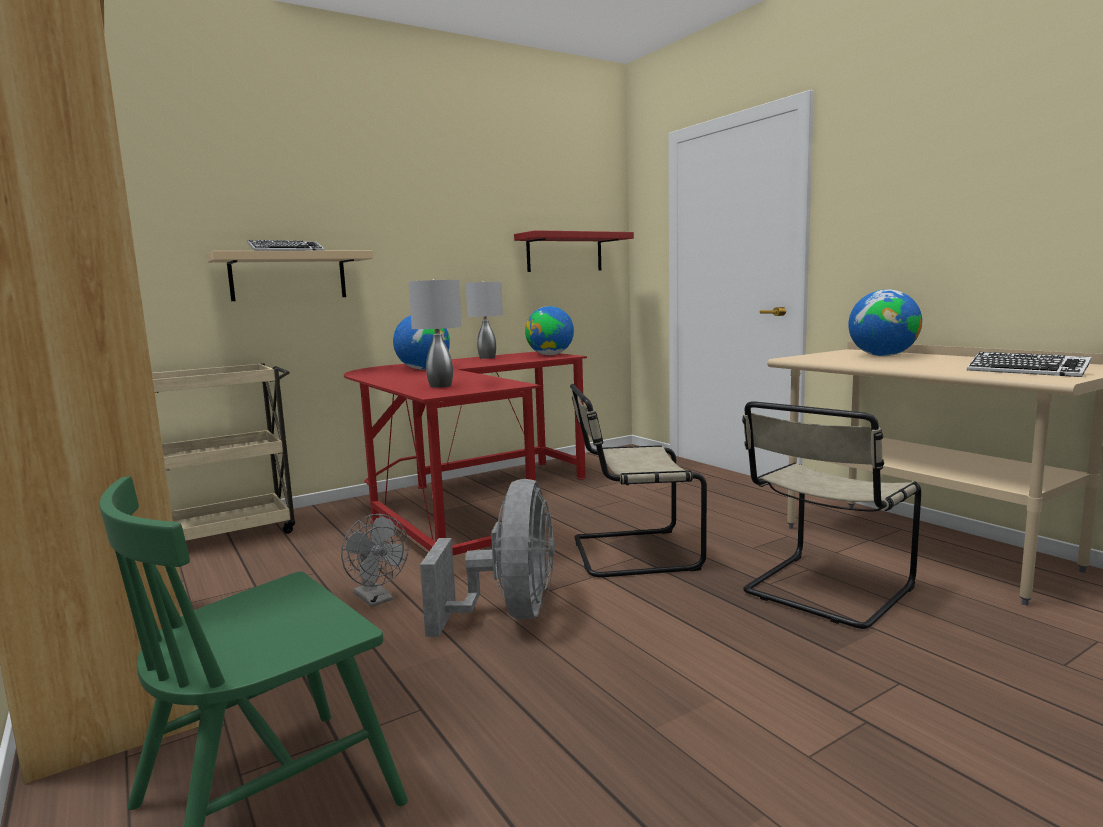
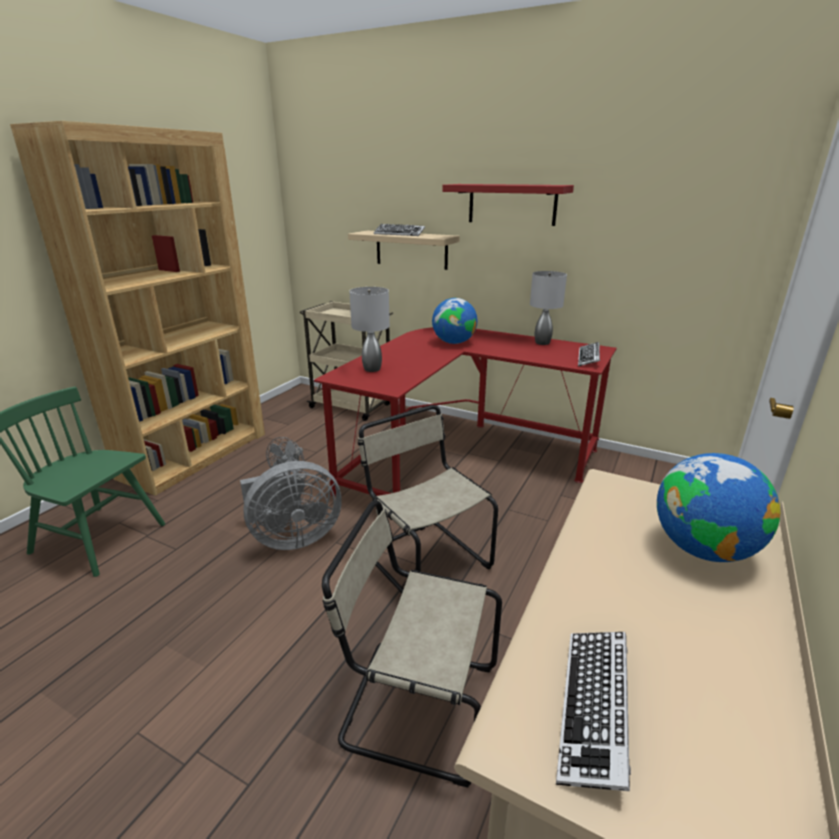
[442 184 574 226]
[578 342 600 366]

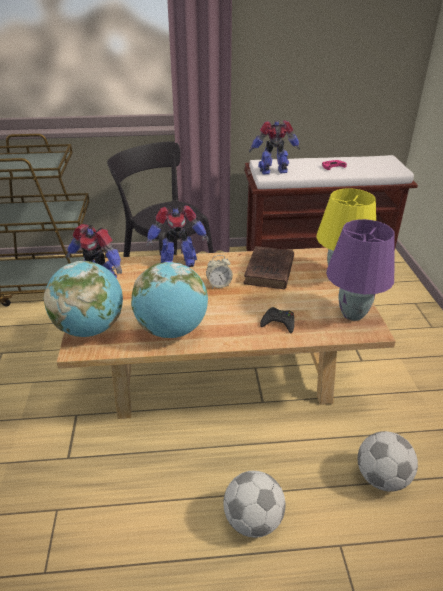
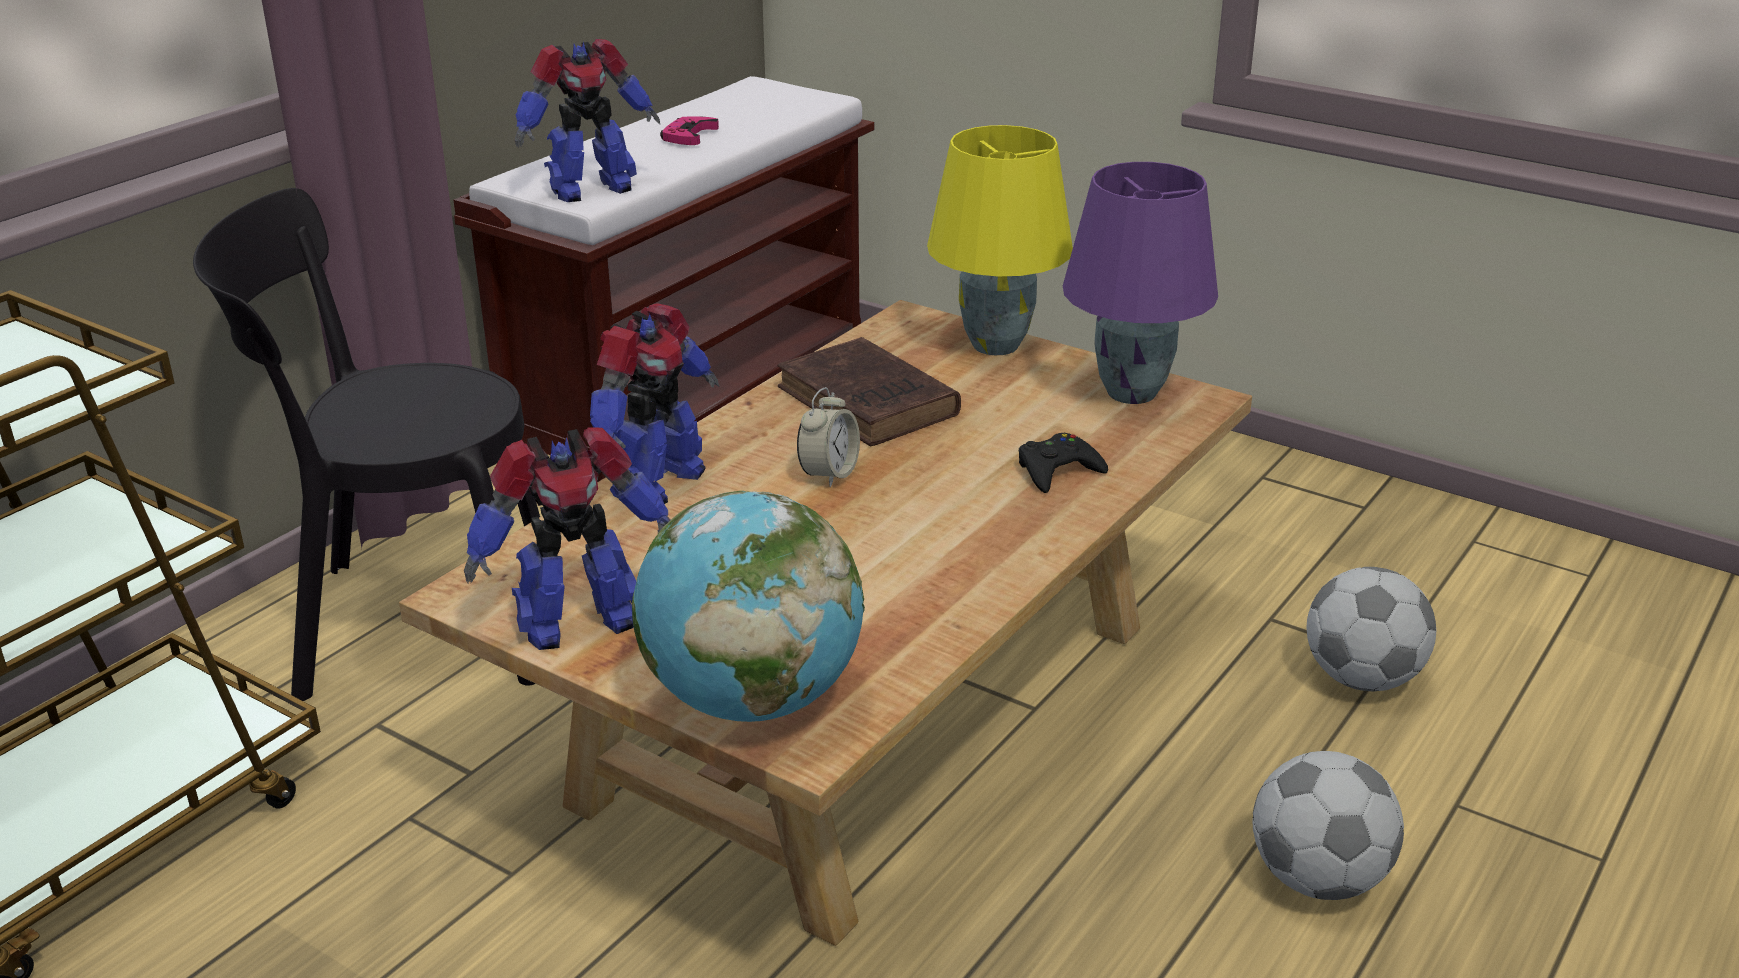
[131 262 208 338] (first image)
[515 39 660 202]

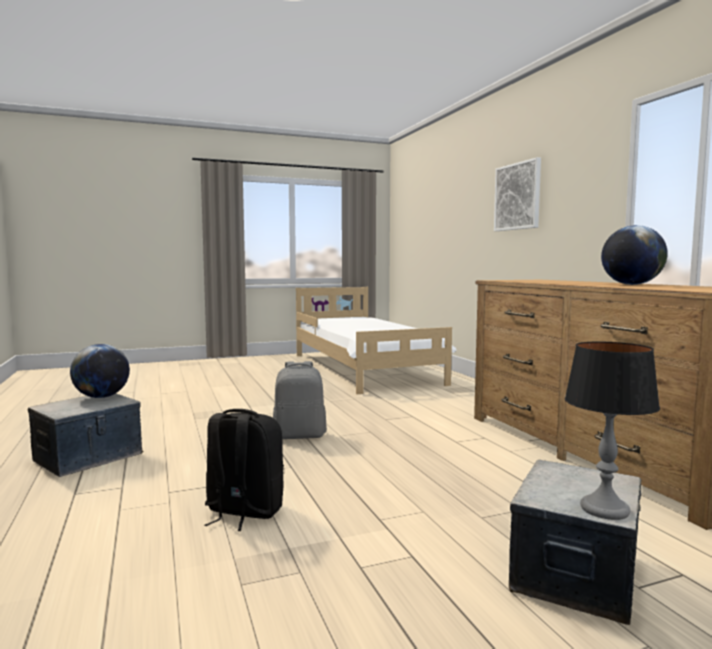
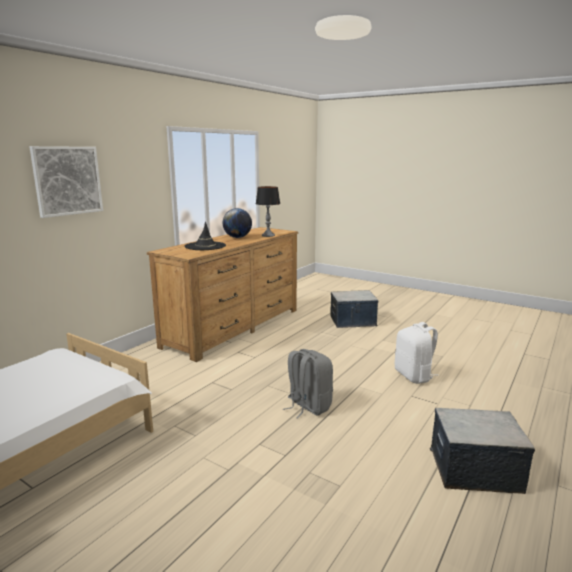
[70 344 130 398] (first image)
[395 322 438 384]
[256 186 280 237]
[185 222 226 250]

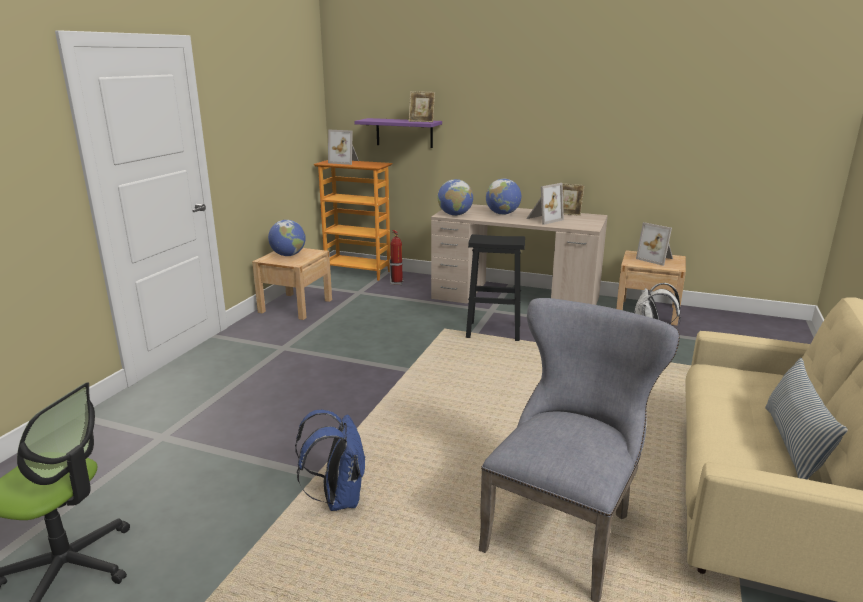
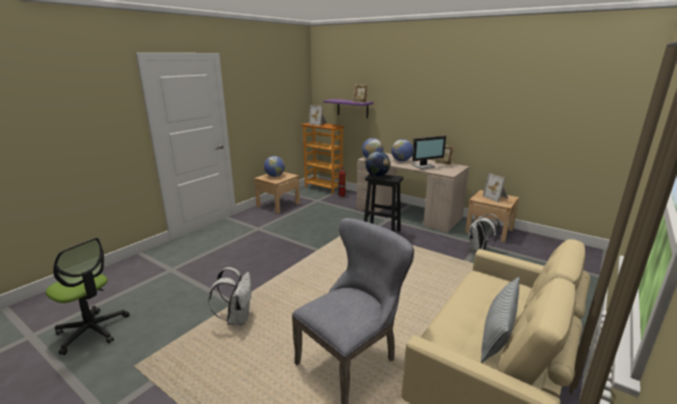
[208 267 252 326]
[412 136 446 169]
[365 151 391 177]

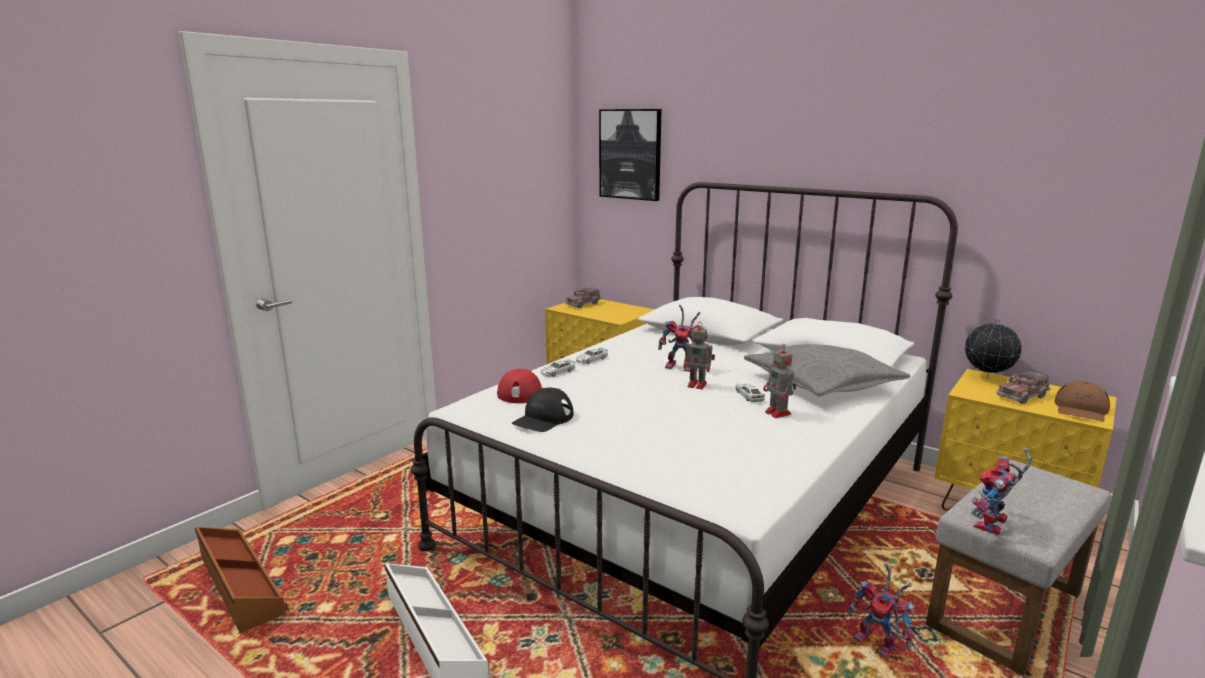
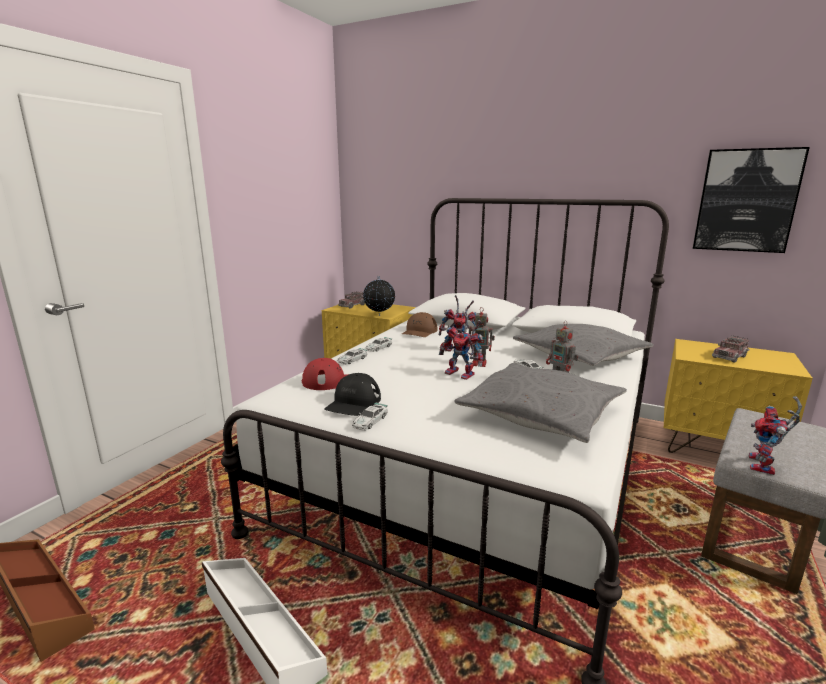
[693 147 810 253]
[439 312 484 380]
[363 276 395 316]
[402 312 437 337]
[352 402 388 431]
[454 363 627 443]

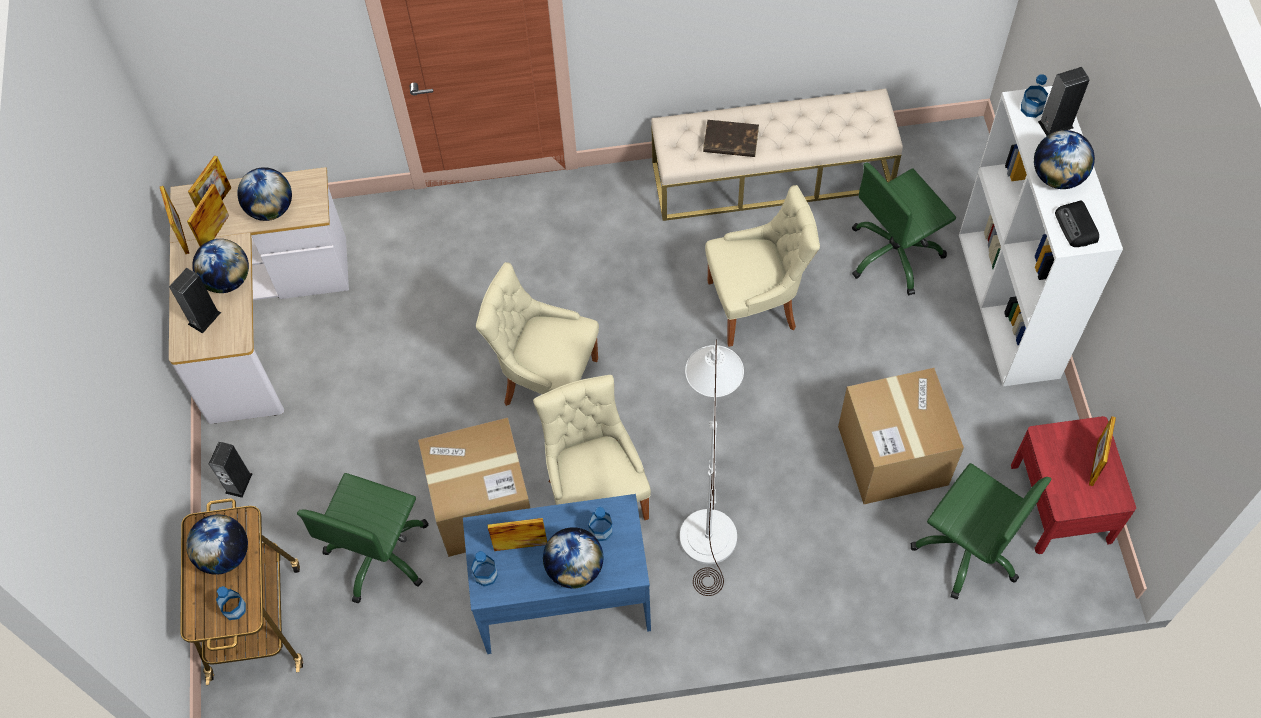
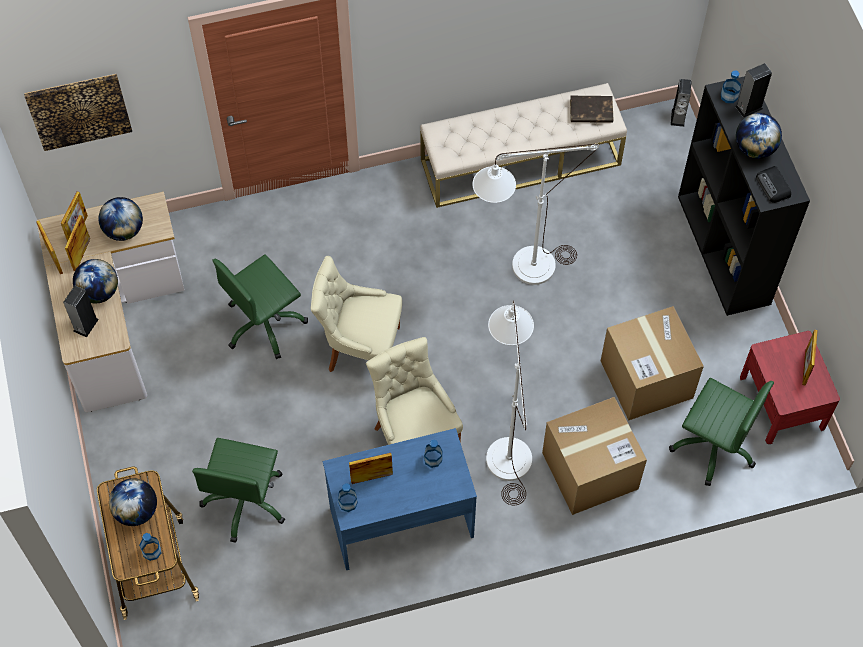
[671 79 692 127]
[542 397 647 515]
[543 527 603 589] (first image)
[570 96 613 123]
[473 144 599 285]
[212 254 308 359]
[678 76 810 316]
[24 73 132 151]

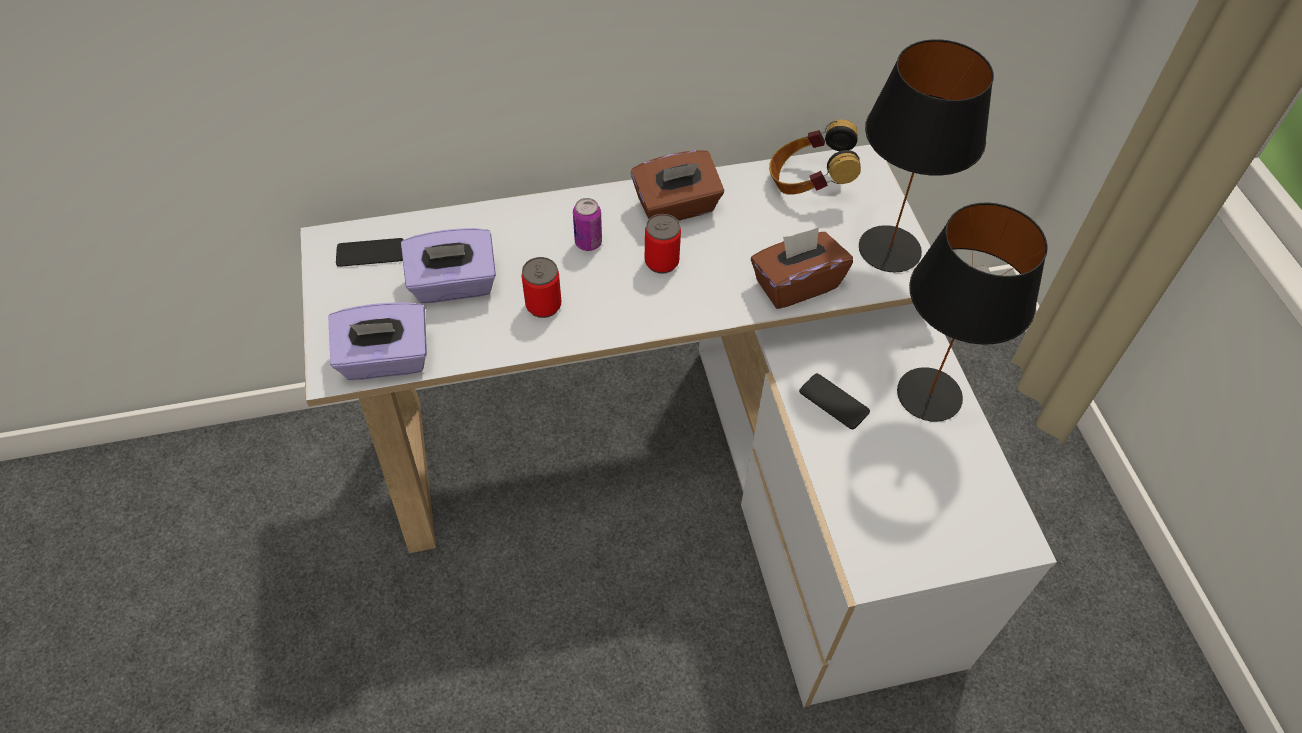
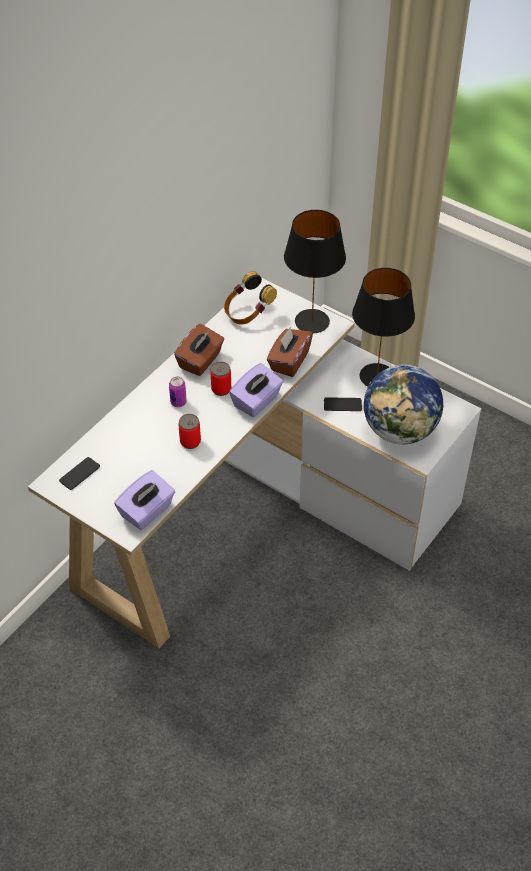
[229 363 283 417]
[364 364 443 444]

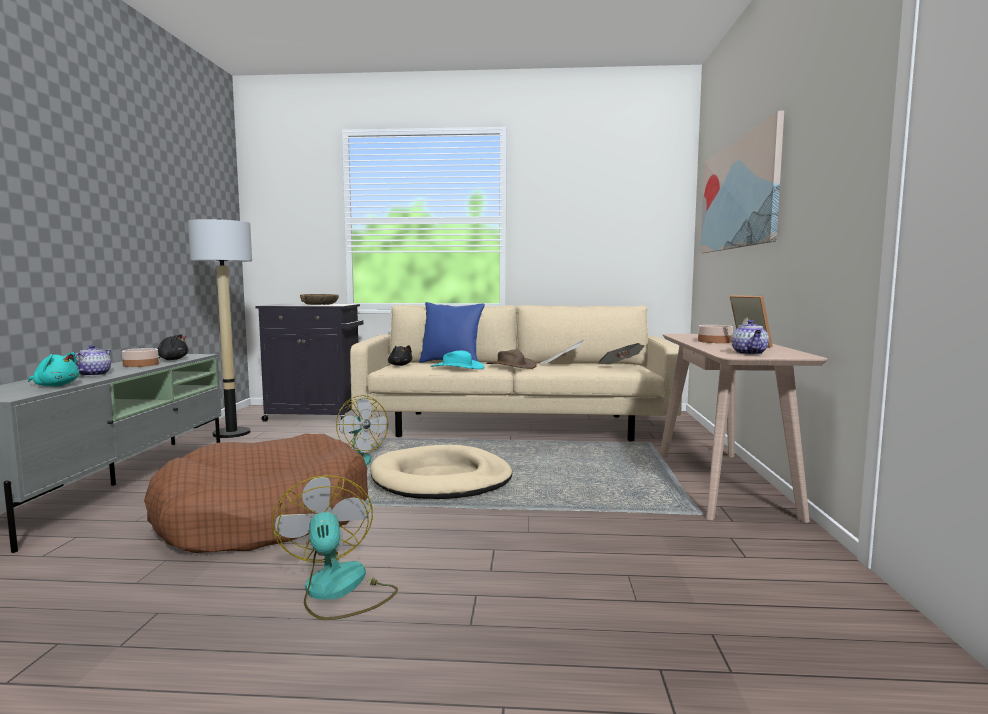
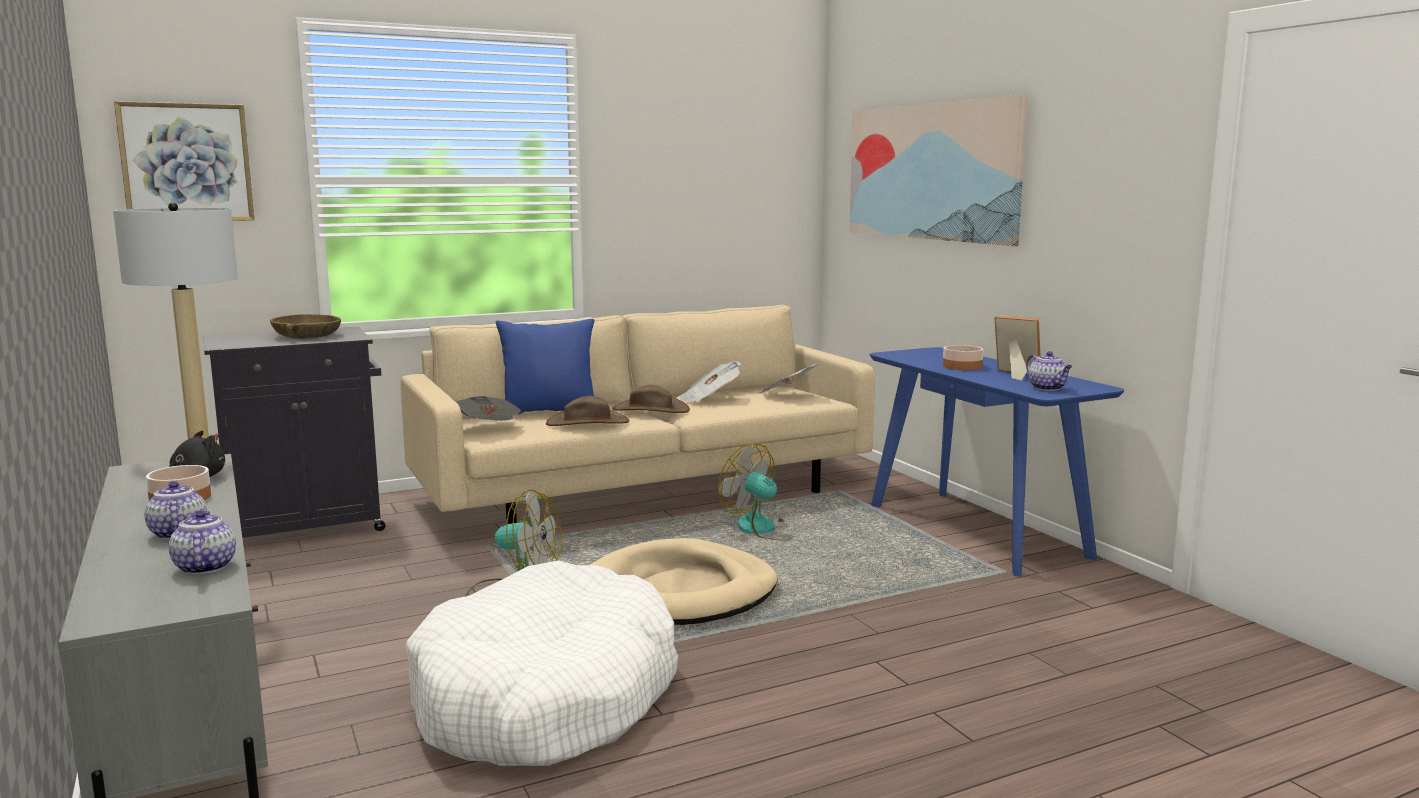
[169 511 236 574]
[406 560 678 766]
[718 444 801 540]
[455 396 522 421]
[546 396 629 426]
[870 347 1124 576]
[114 101 254 221]

